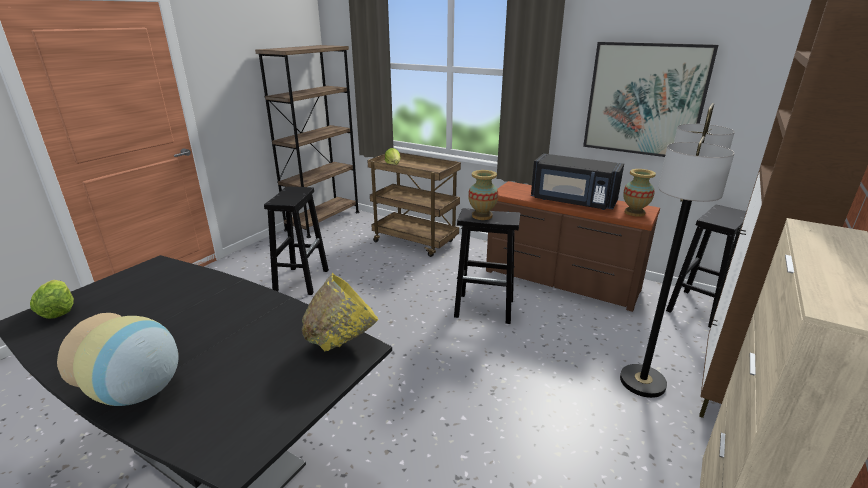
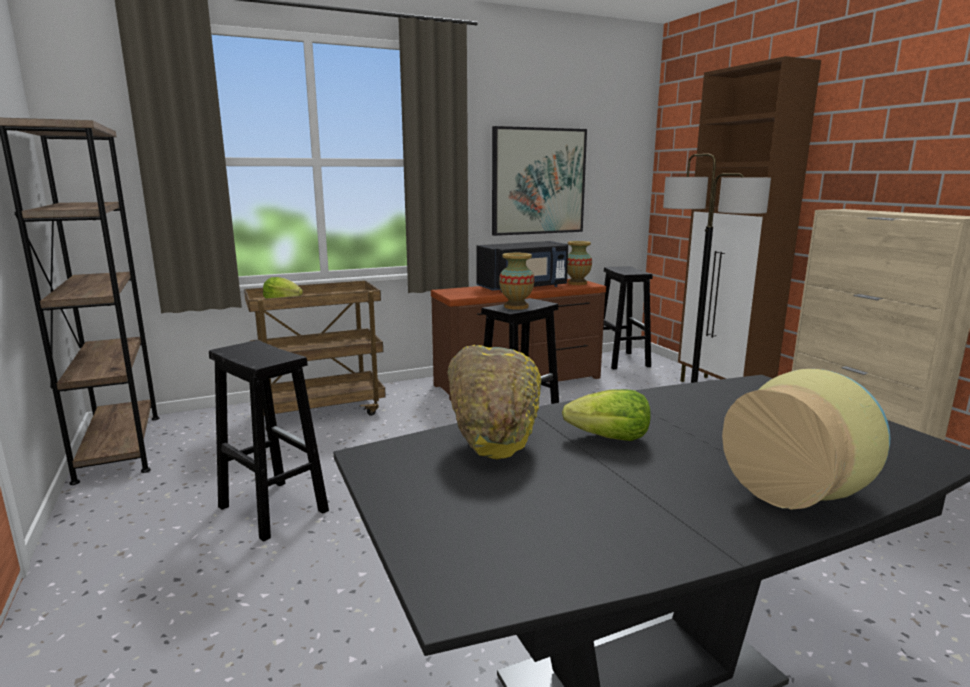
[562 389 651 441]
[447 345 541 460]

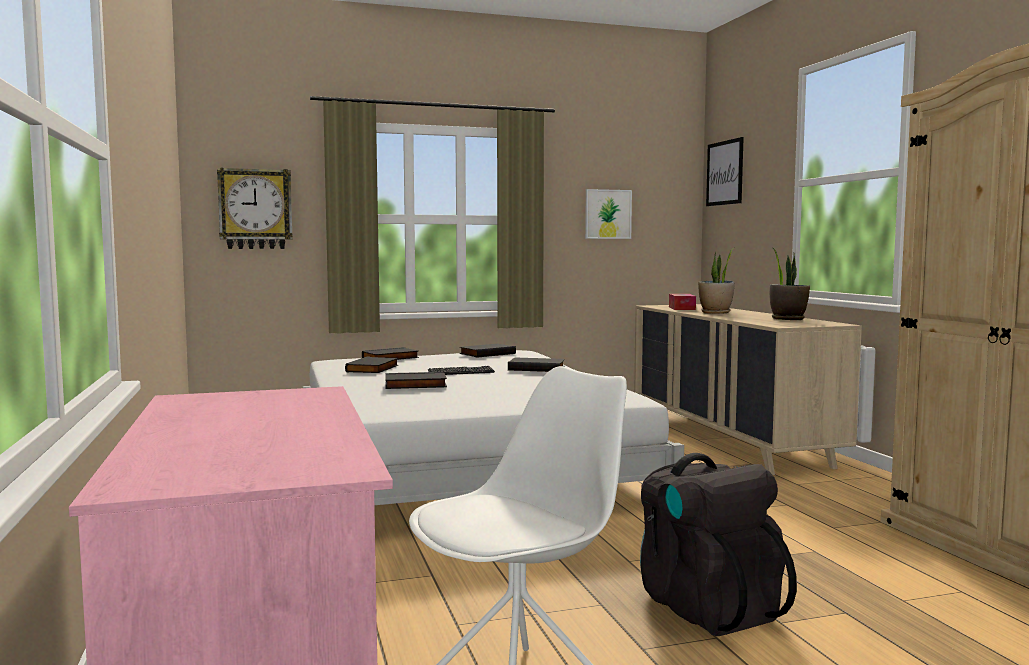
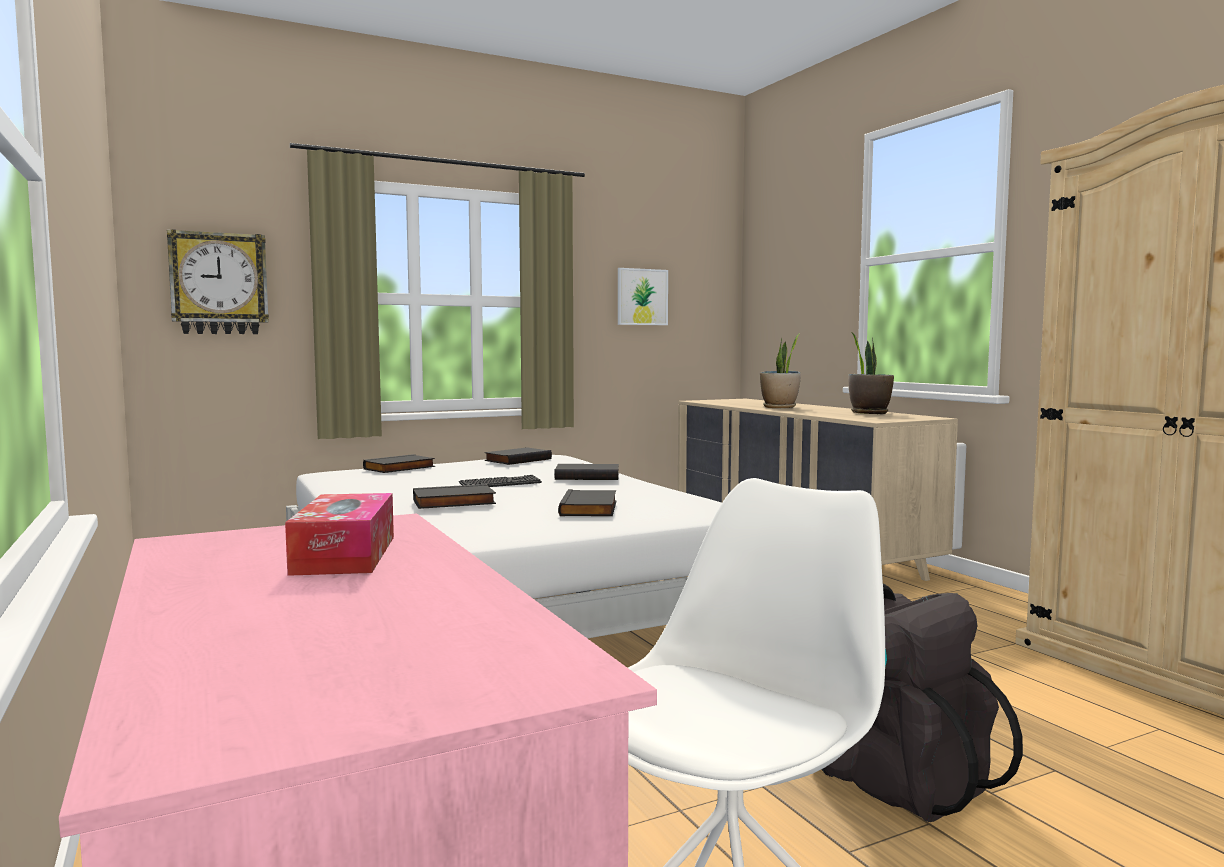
[558 489 617 516]
[285 493 394 576]
[706 137 744 206] (first image)

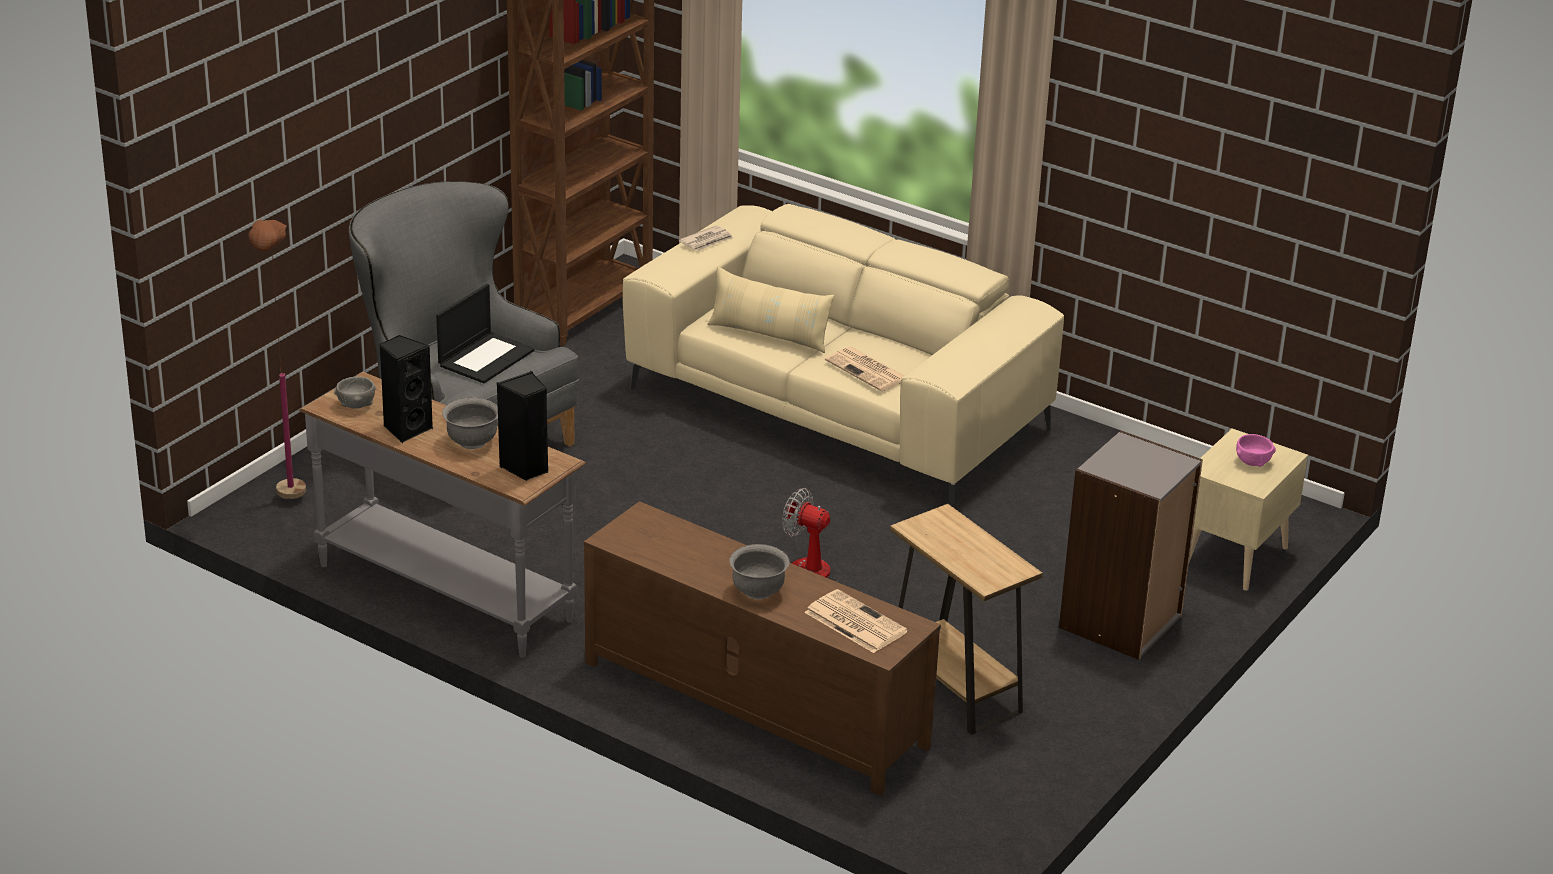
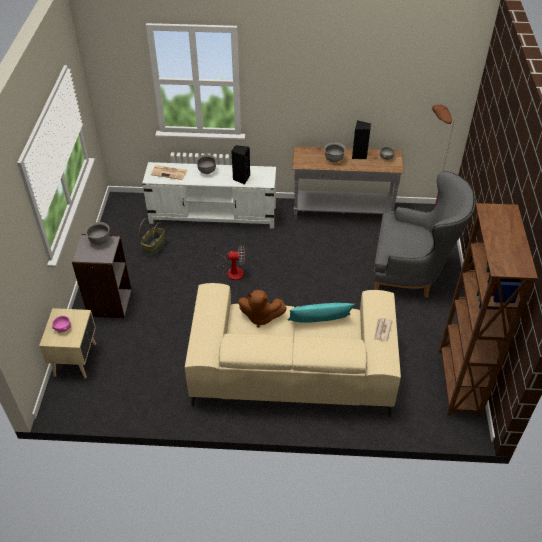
[436 284 534 383] (first image)
[231 145 250 185]
[142 162 276 229]
[288 303 355 323]
[238 290 287 328]
[139 218 165 257]
[85 222 110 245]

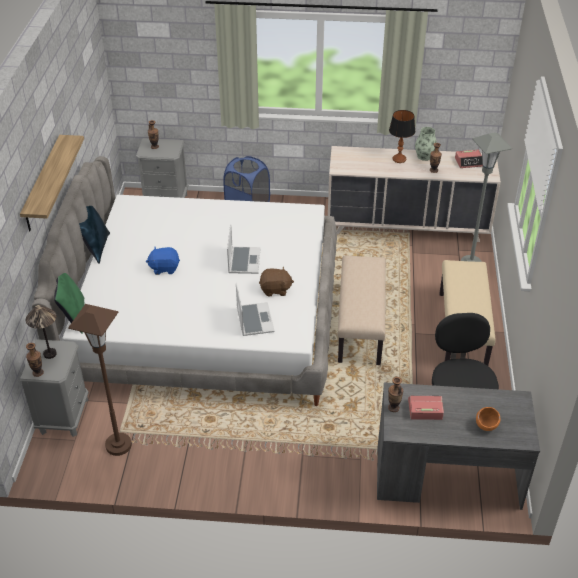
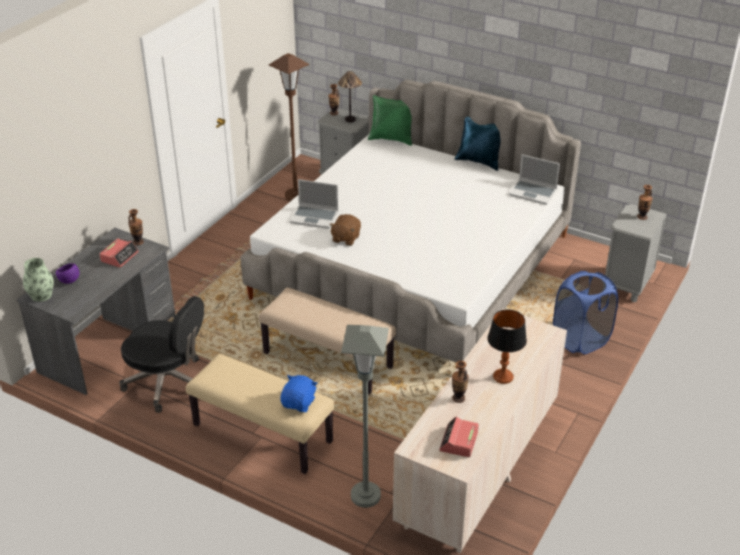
[20 135 84 231] (first image)
[280 375 318 412]
[509 154 560 205]
[23 258 54 302]
[56 263 80 284]

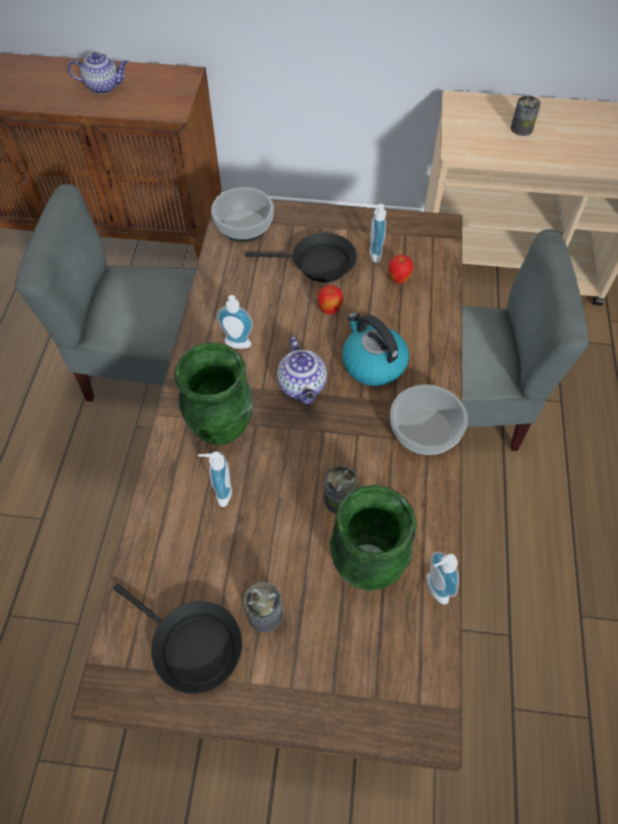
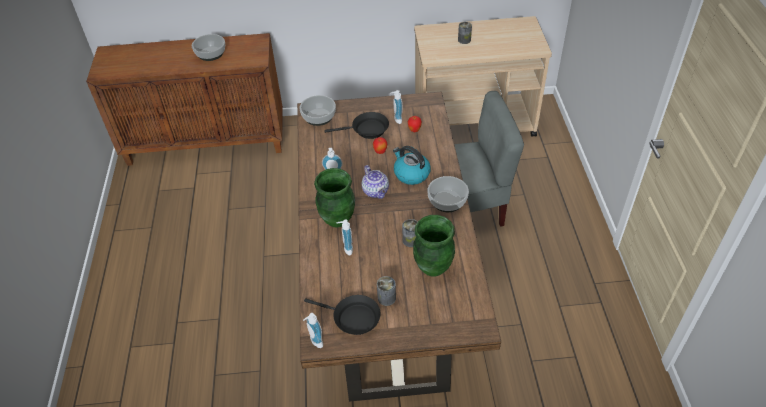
[14 184 196 402] (first image)
[192 34 225 61]
[303 313 323 348]

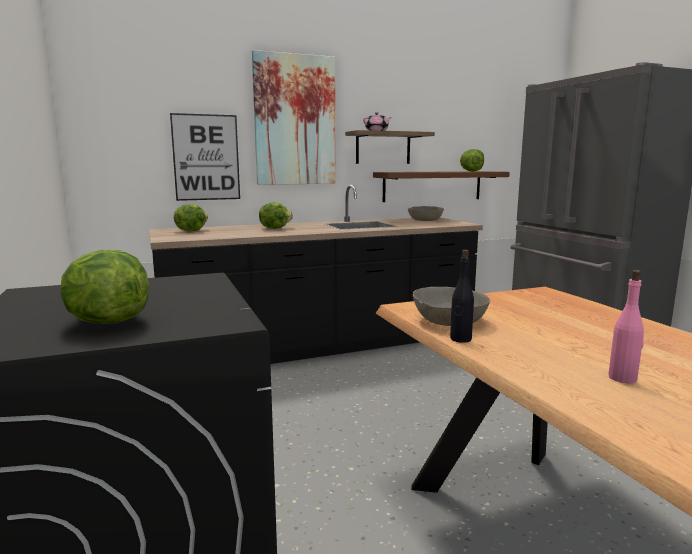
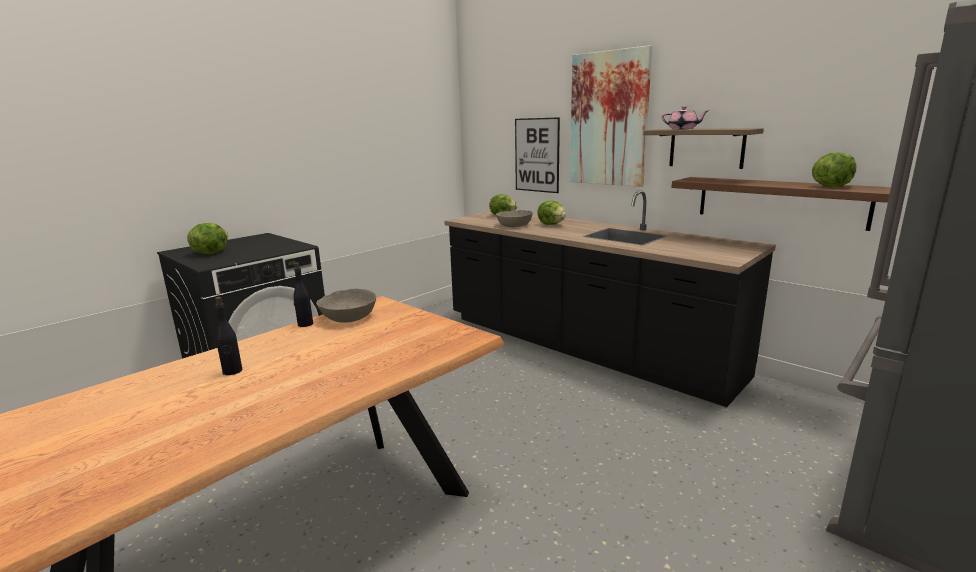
[496 210 533 227]
[215 297 242 375]

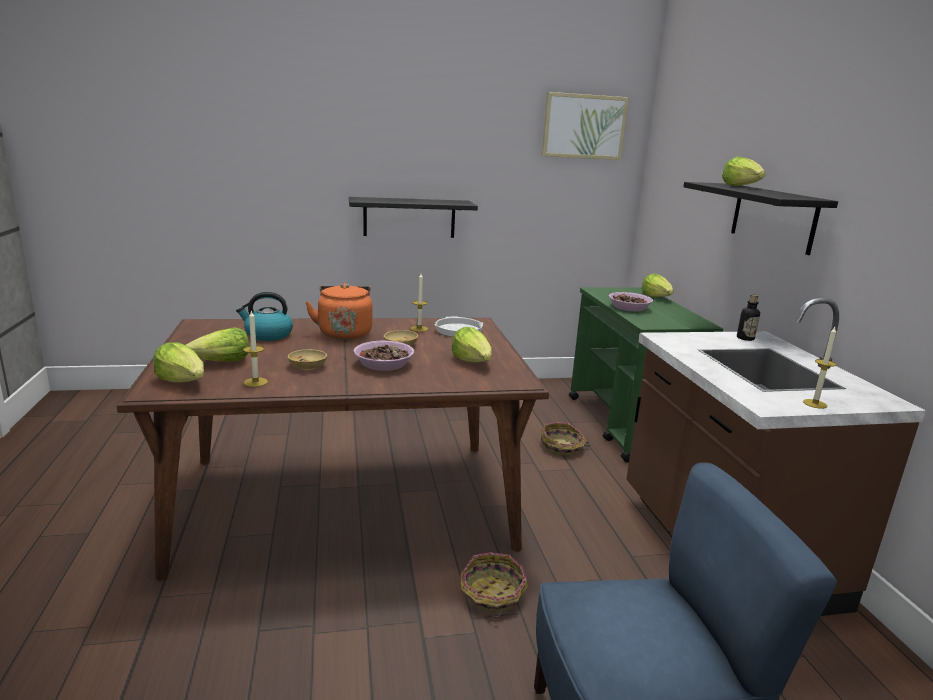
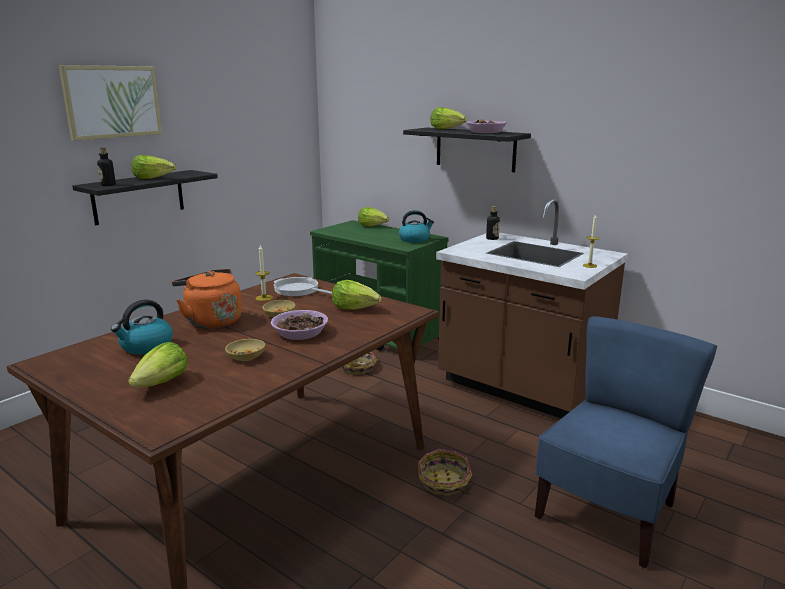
[131 155 176 179]
[243 310 268 387] (first image)
[58 65 162 141]
[466 119 507 133]
[97 148 116 186]
[399 210 434 243]

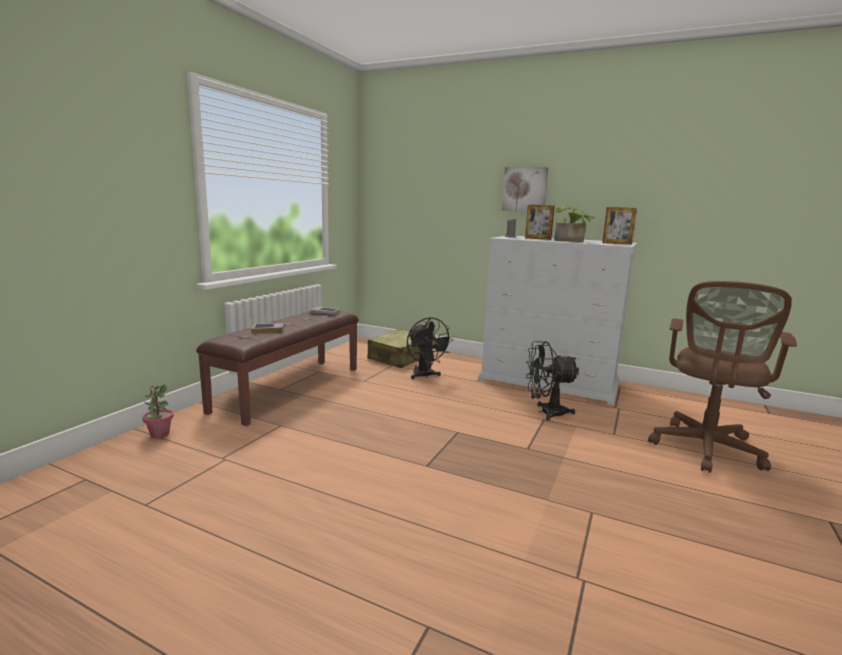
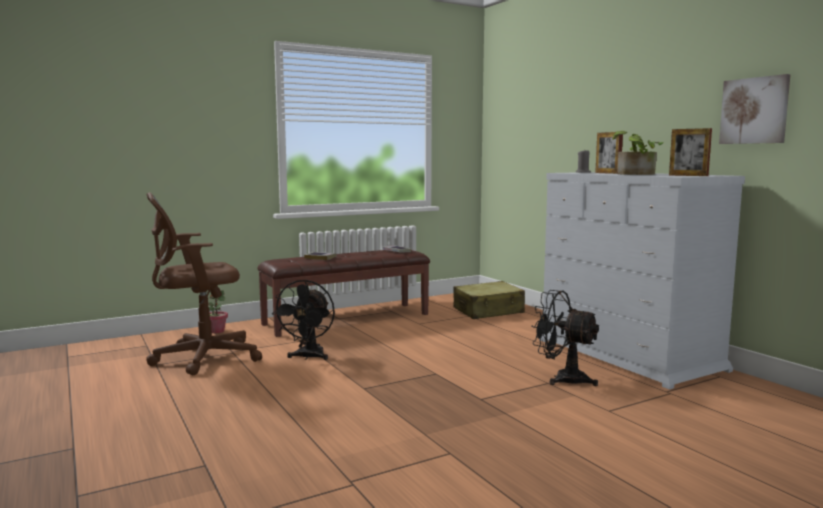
[272 280 335 360]
[719 74 791 144]
[146 192 262 375]

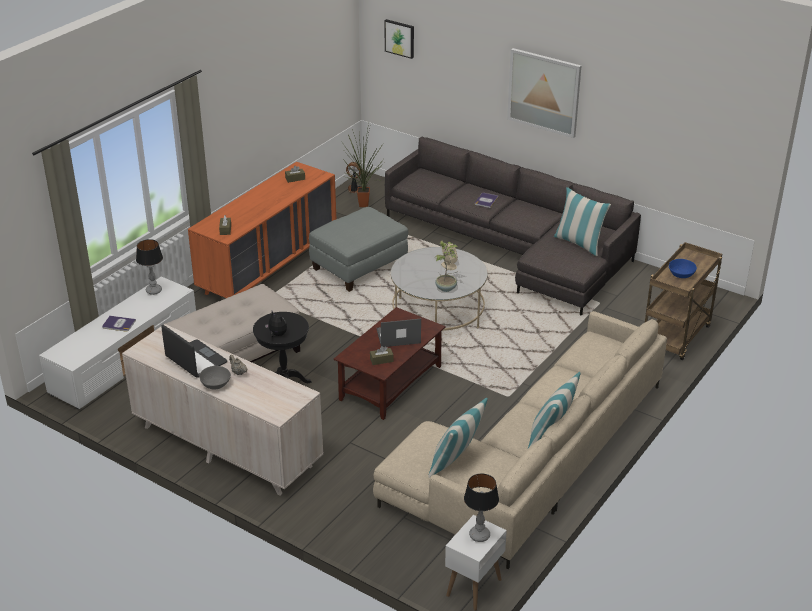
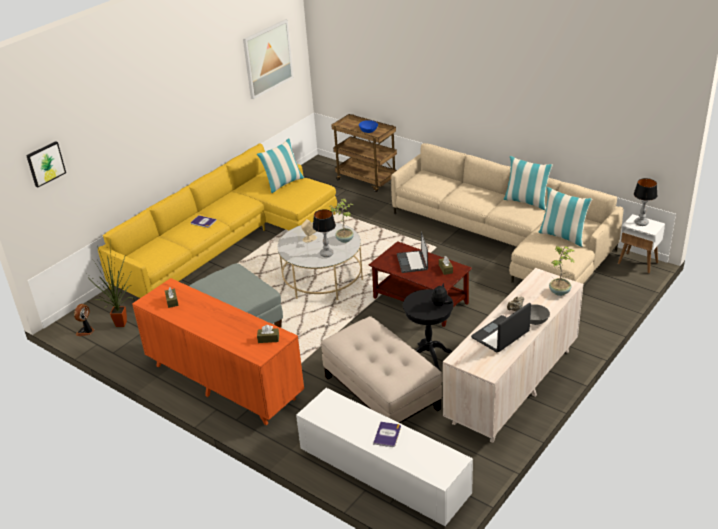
[313 209 336 257]
[98 143 337 298]
[243 19 294 99]
[549 245 575 296]

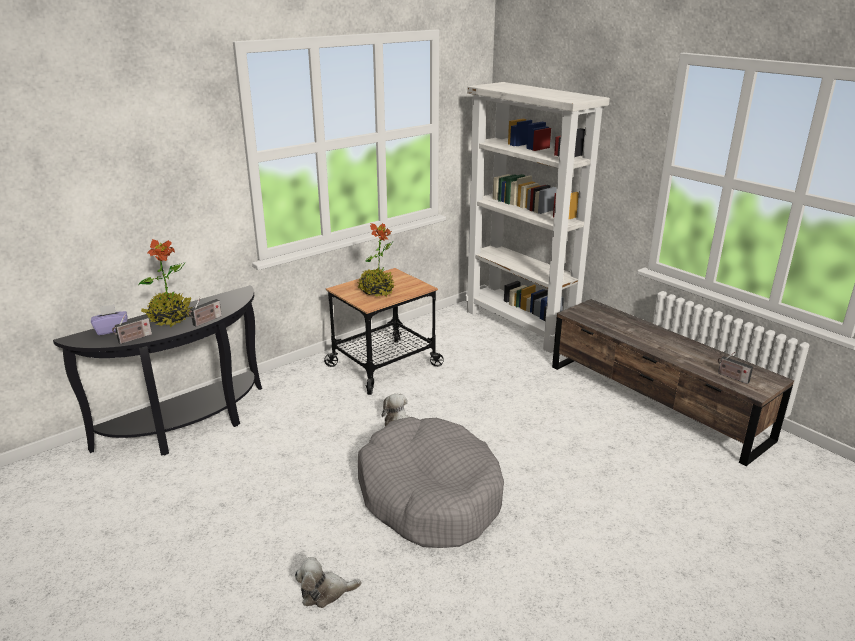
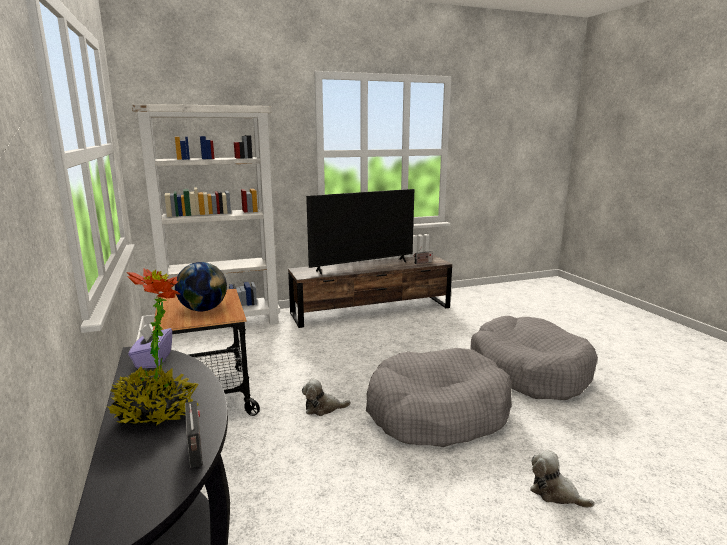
[128 323 172 369]
[189 297 222 327] (first image)
[530 450 595 508]
[175 262 227 312]
[306 189 414 274]
[470 316 598 400]

